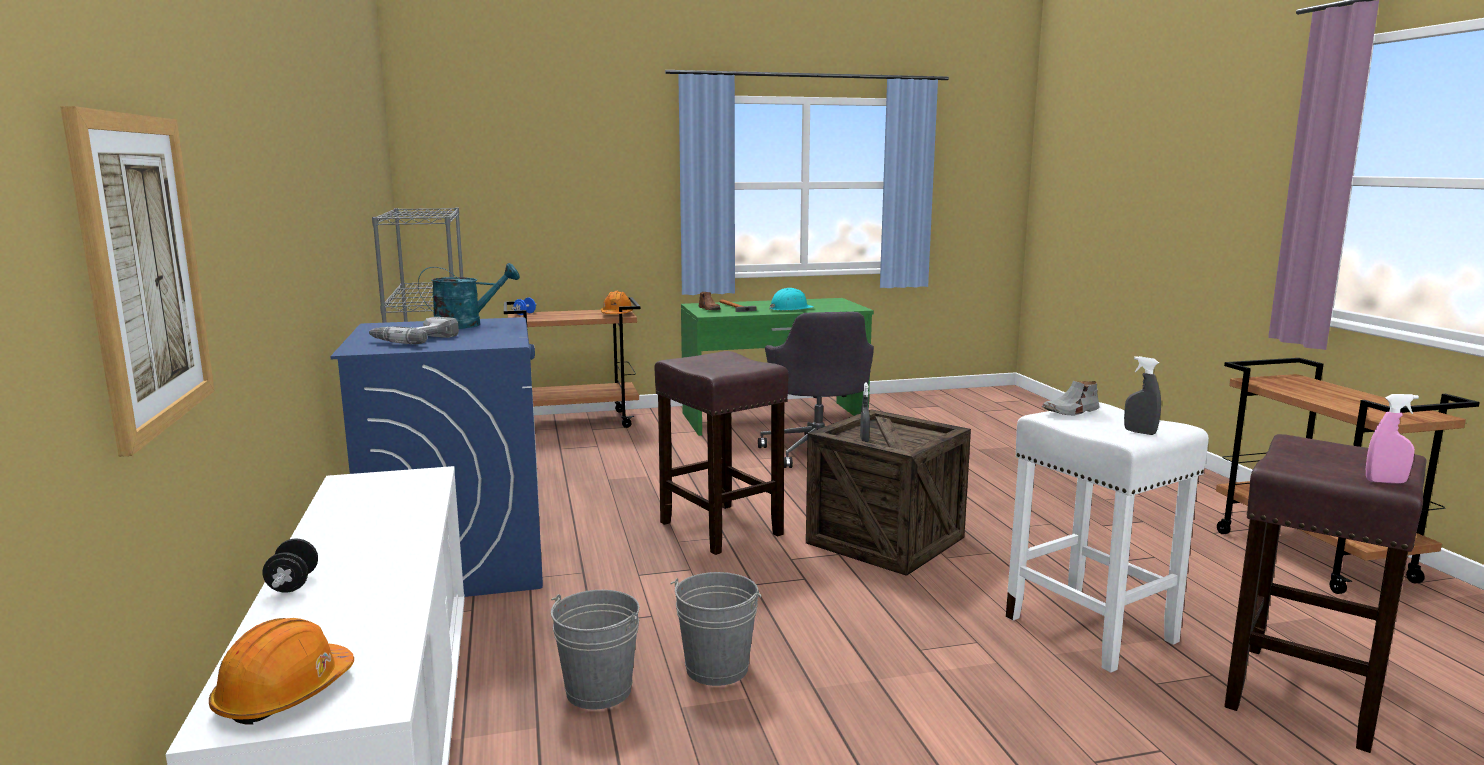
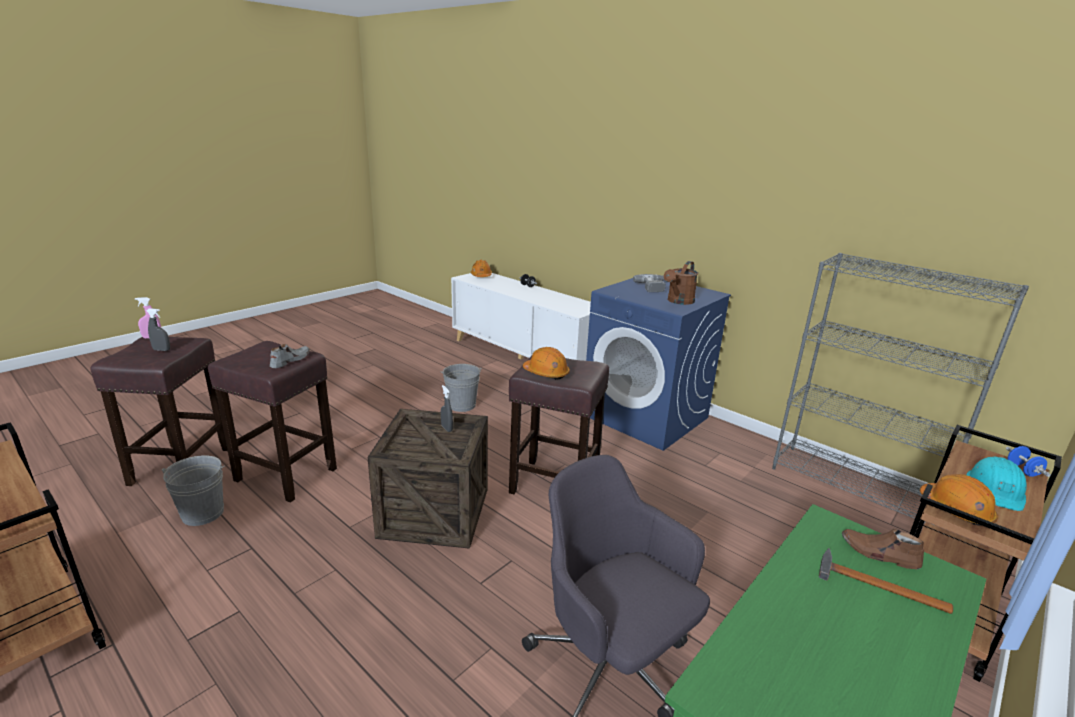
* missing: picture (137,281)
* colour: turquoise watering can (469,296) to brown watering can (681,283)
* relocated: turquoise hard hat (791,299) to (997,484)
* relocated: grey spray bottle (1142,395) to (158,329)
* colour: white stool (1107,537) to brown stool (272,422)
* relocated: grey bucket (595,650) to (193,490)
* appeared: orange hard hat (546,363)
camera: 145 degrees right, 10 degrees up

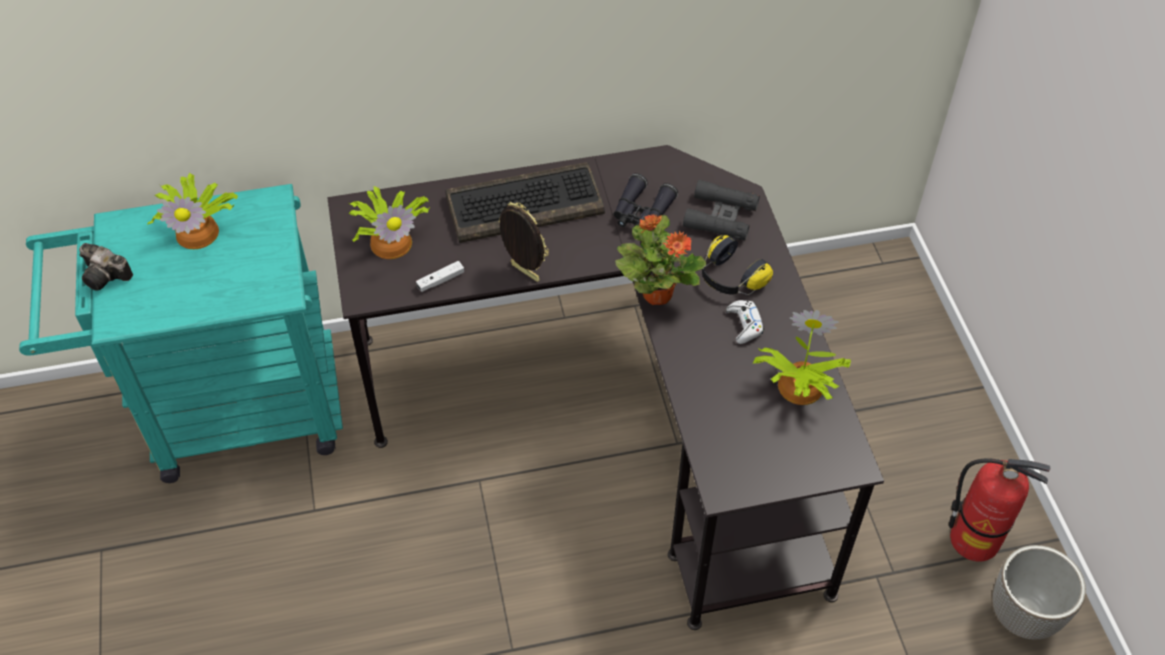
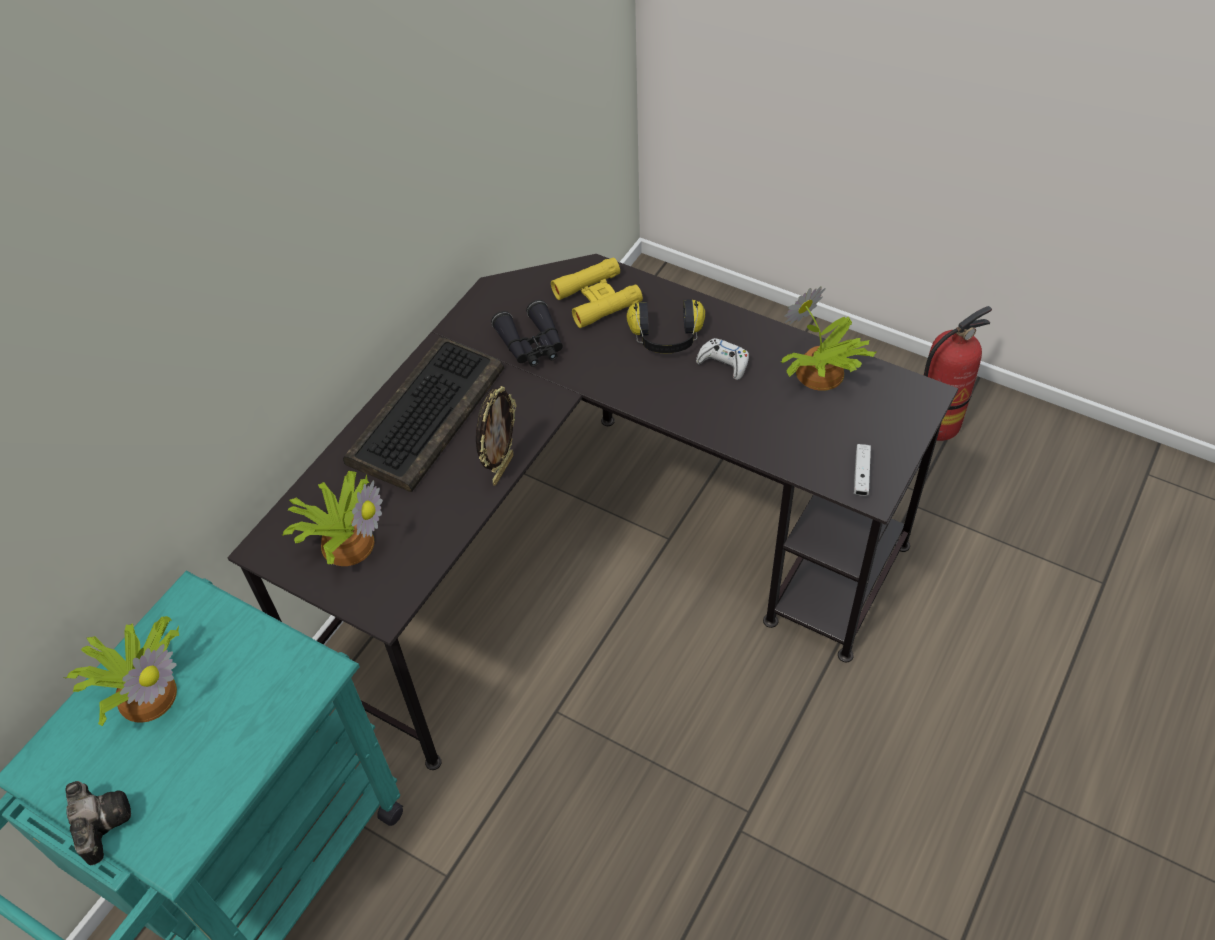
* colour: black binoculars (721,210) to yellow binoculars (597,293)
* spun: picture frame (524,242) = (496,436) 120 degrees clockwise
* missing: potted plant (660,259)
* spun: photo camera (106,266) = (98,823) 90 degrees counterclockwise
* relocated: white game controller (440,276) to (862,470)
* missing: planter (1039,592)
camera: 45 degrees left, 0 degrees up

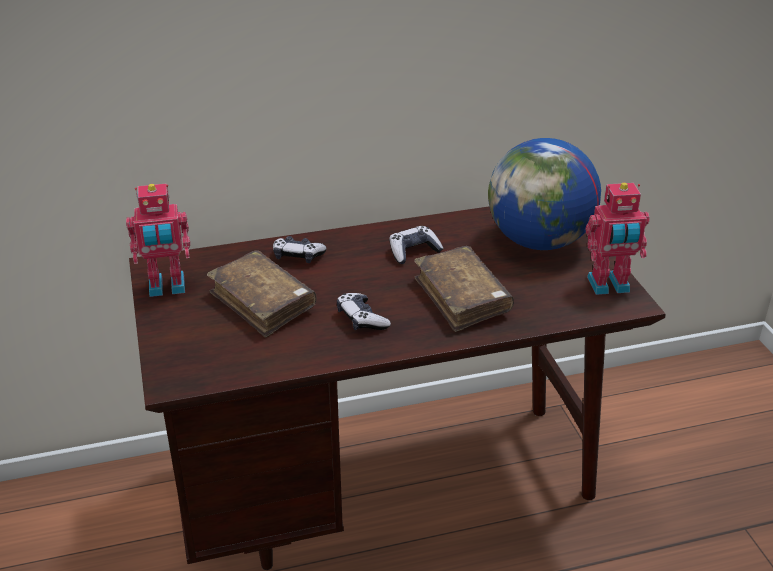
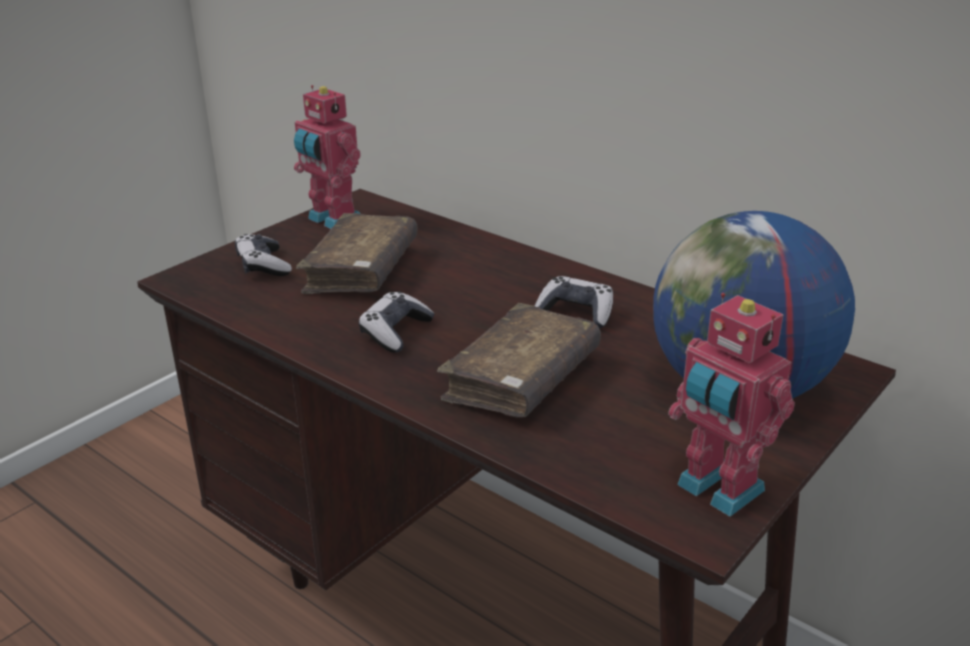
* relocated: game controller (300,249) to (263,255)
camera: 55 degrees right, 5 degrees down

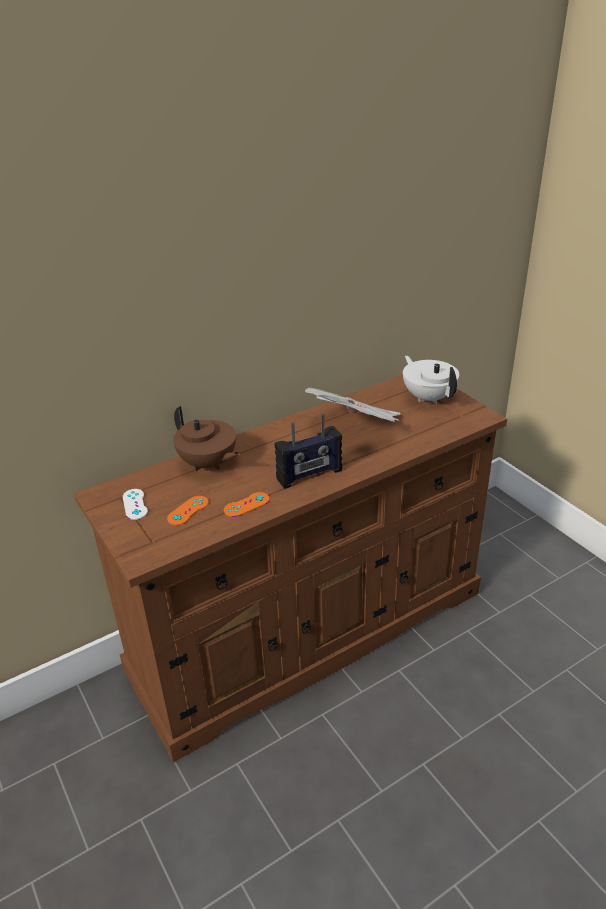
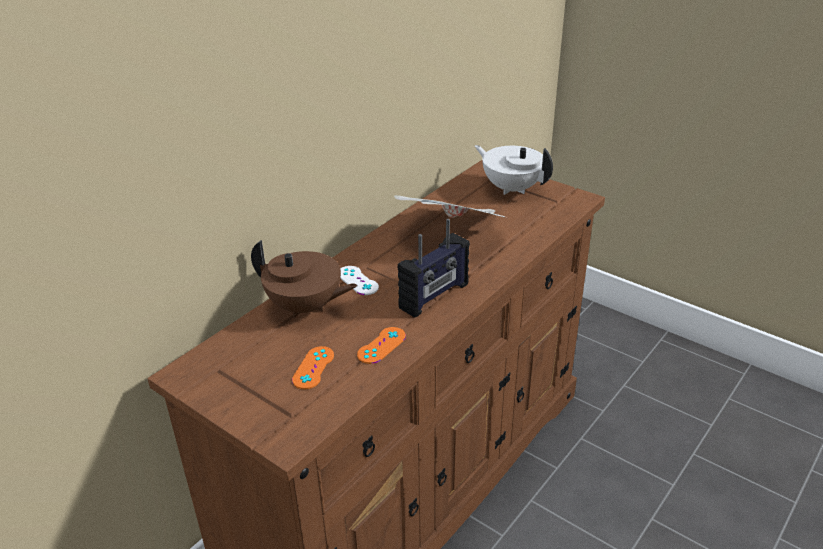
* relocated: white game controller (135,504) to (359,280)
camera: 20 degrees left, 0 degrees up

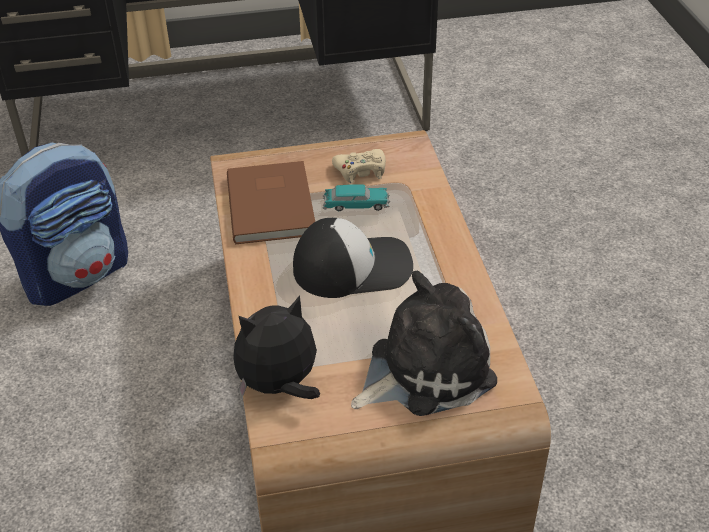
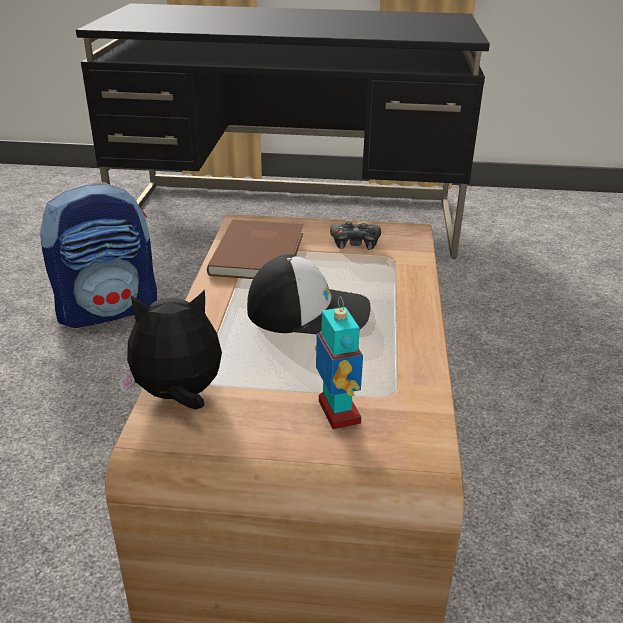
* colour: beige game controller (359,166) to black game controller (355,235)
* missing: toy car (356,197)
* exchanged: plush toy (424,343) to toy robot (339,363)
camera: 15 degrees right, 10 degrees down

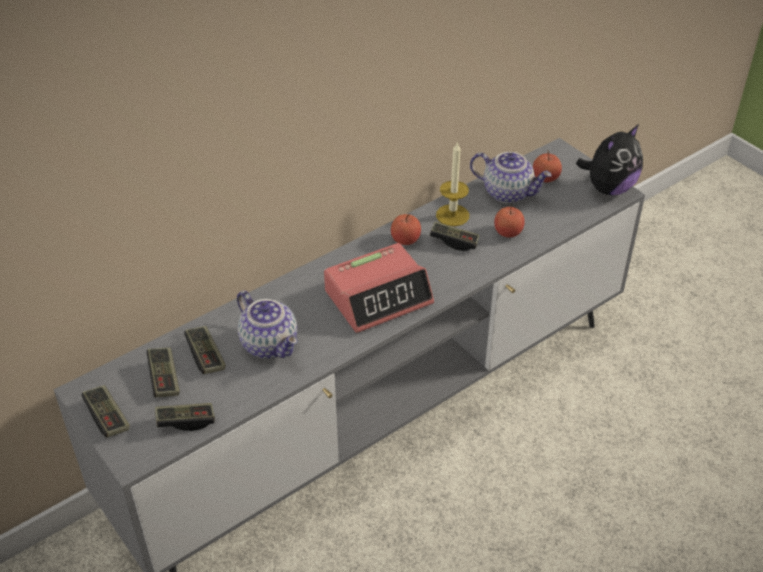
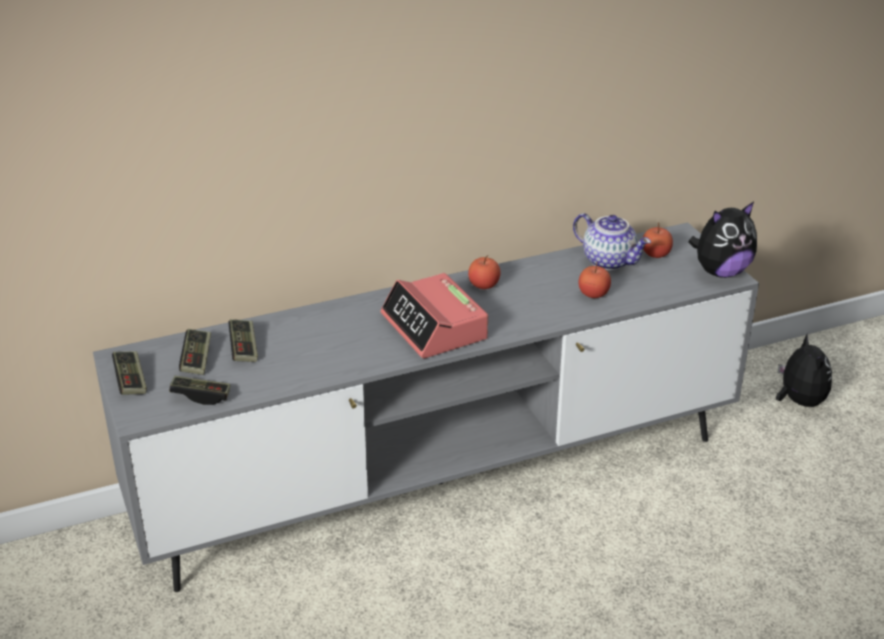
* missing: candle (452,184)
* missing: game controller (455,236)
* spun: alarm clock (379,288) = (434,315) 75 degrees clockwise
* missing: teapot (267,324)
* appeared: plush toy (804,370)
camera: 15 degrees right, 10 degrees down

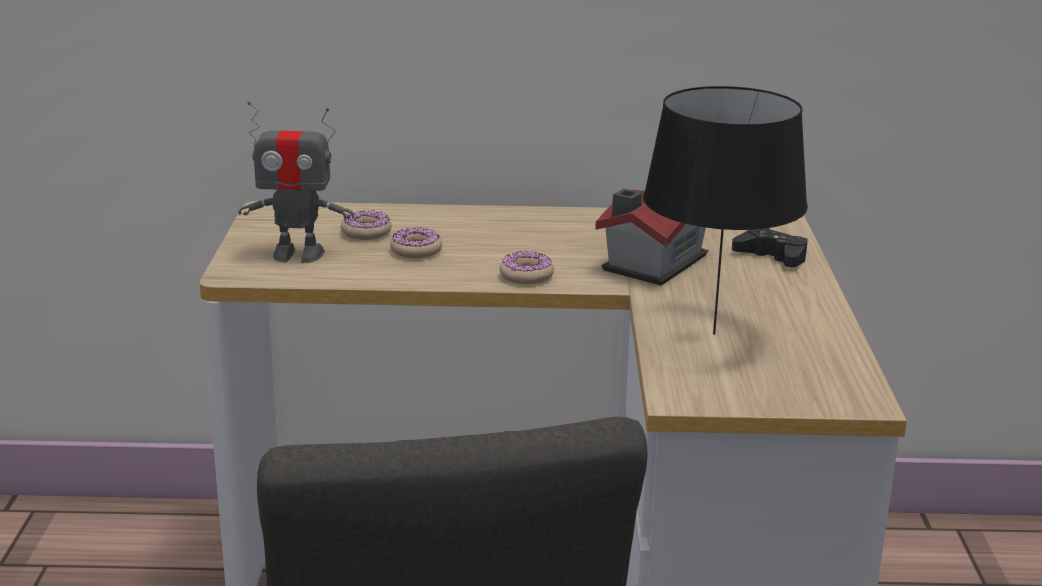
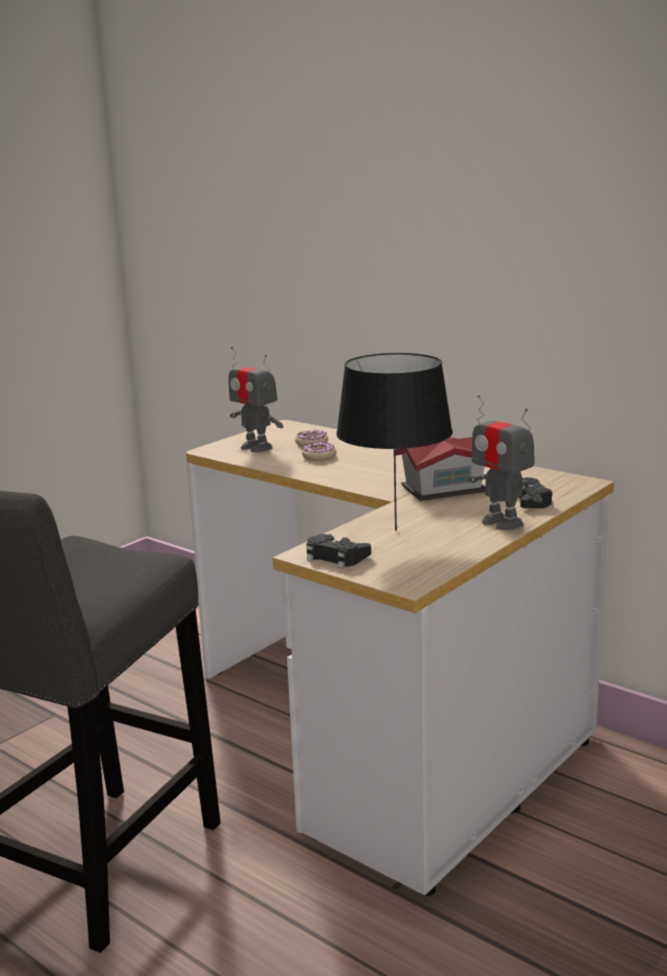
* missing: donut (526,267)
* appeared: toy robot (505,462)
* appeared: black game controller (338,551)
camera: 40 degrees right, 5 degrees down

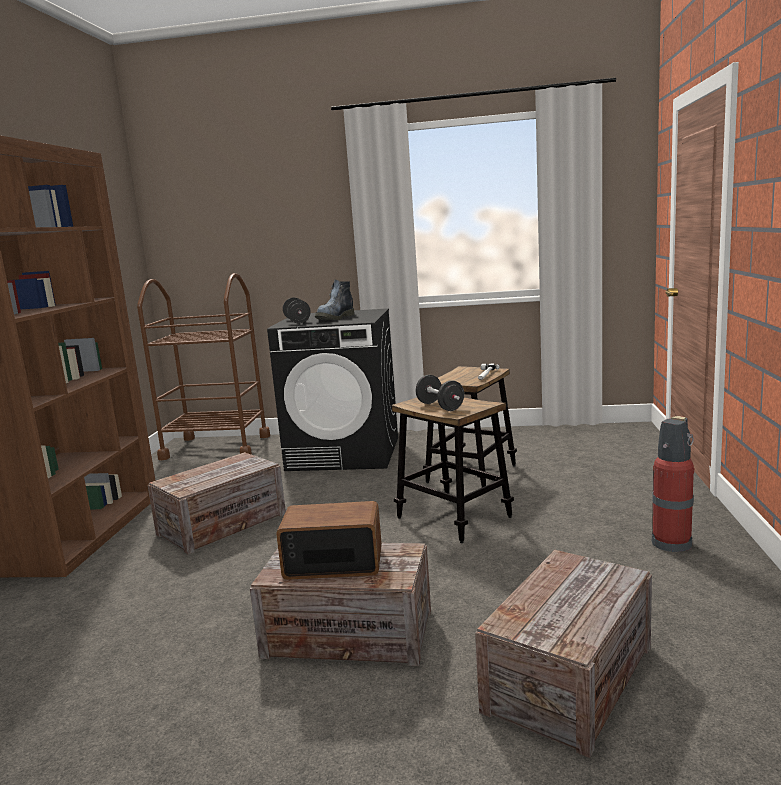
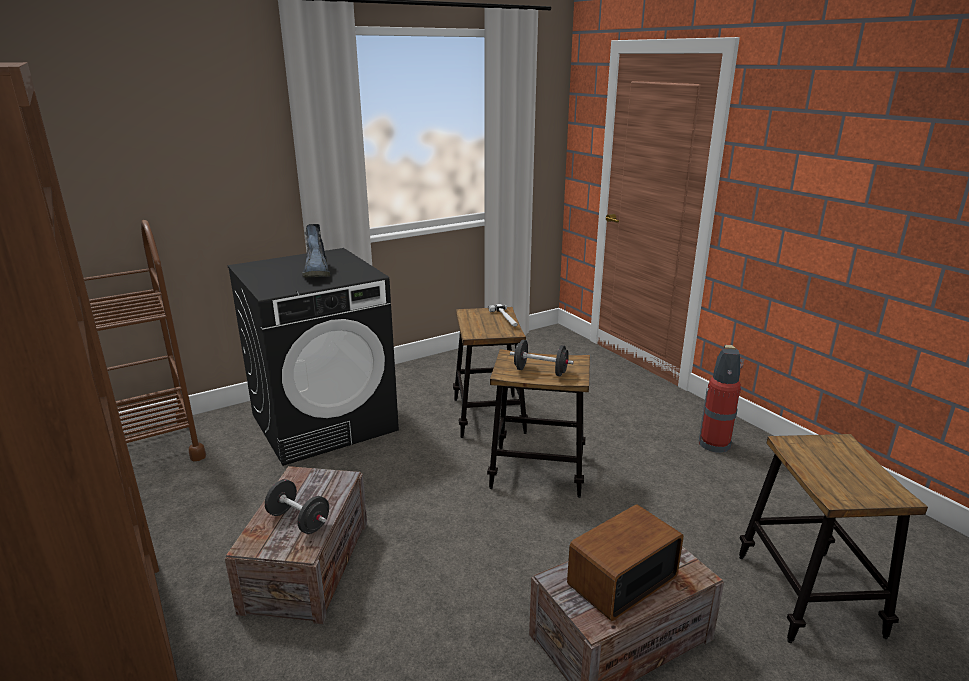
* relocated: black dumbbell (297,310) to (297,506)
* exchanged: crate (563,654) to stool (833,538)
camera: 40 degrees left, 10 degrees up

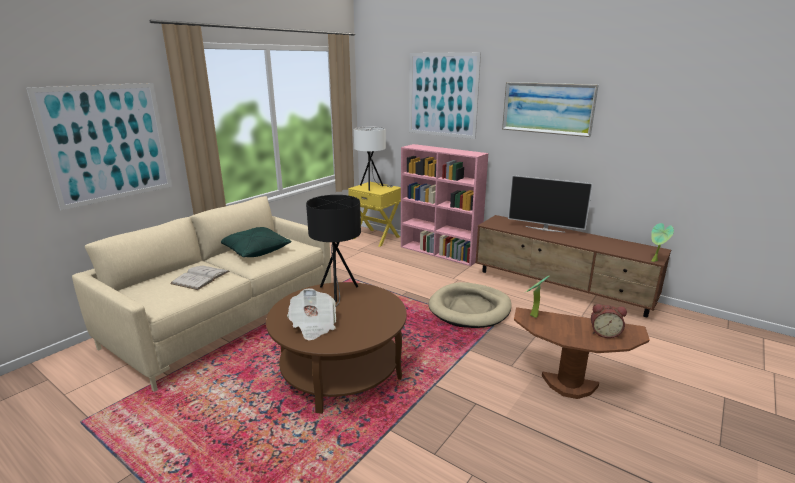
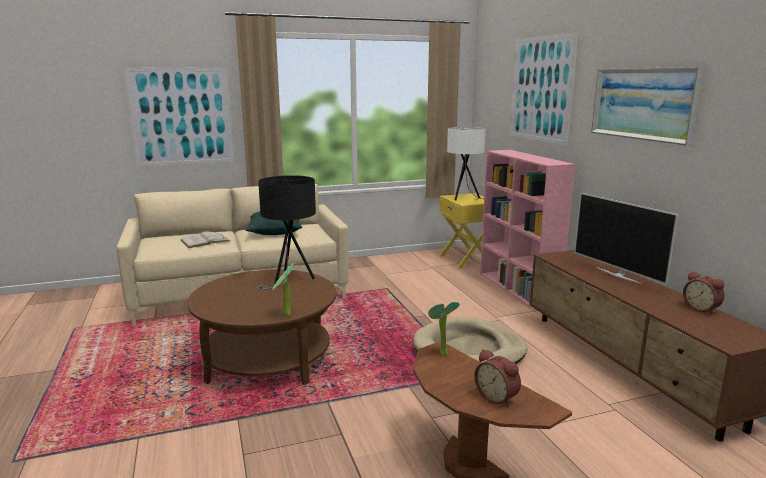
* relocated: potted plant (662,242) to (283,289)
* missing: newspaper (311,314)
* appeared: alarm clock (703,293)
camera: 35 degrees right, 5 degrees down

